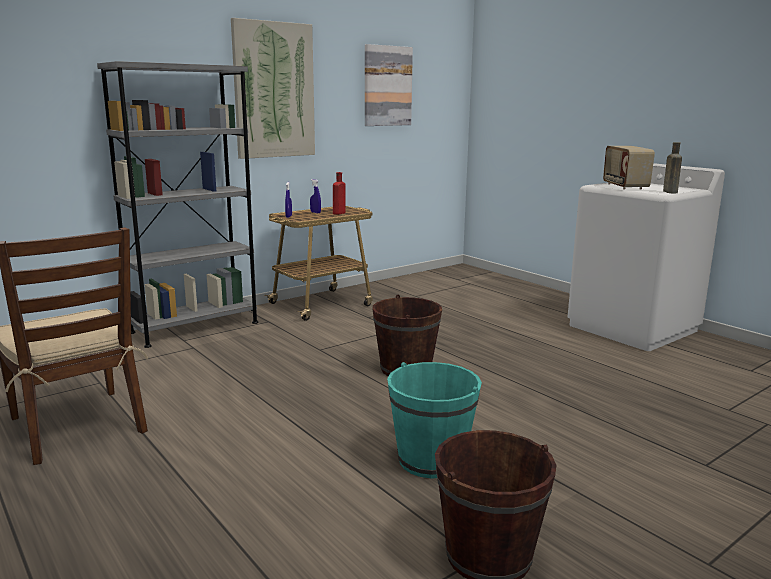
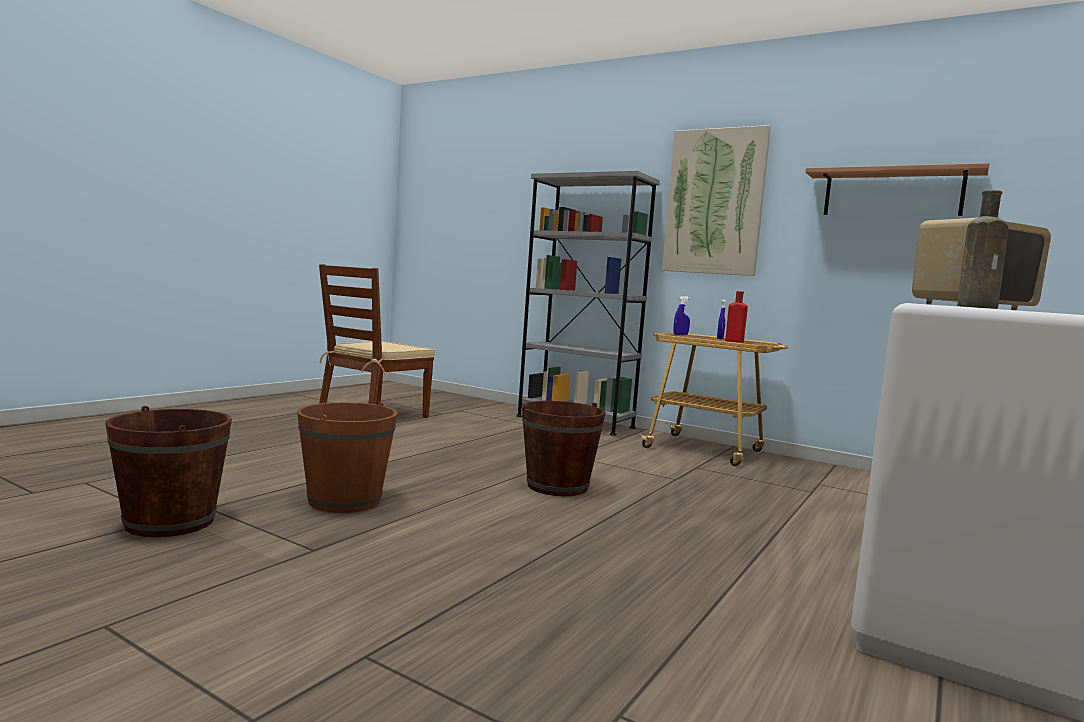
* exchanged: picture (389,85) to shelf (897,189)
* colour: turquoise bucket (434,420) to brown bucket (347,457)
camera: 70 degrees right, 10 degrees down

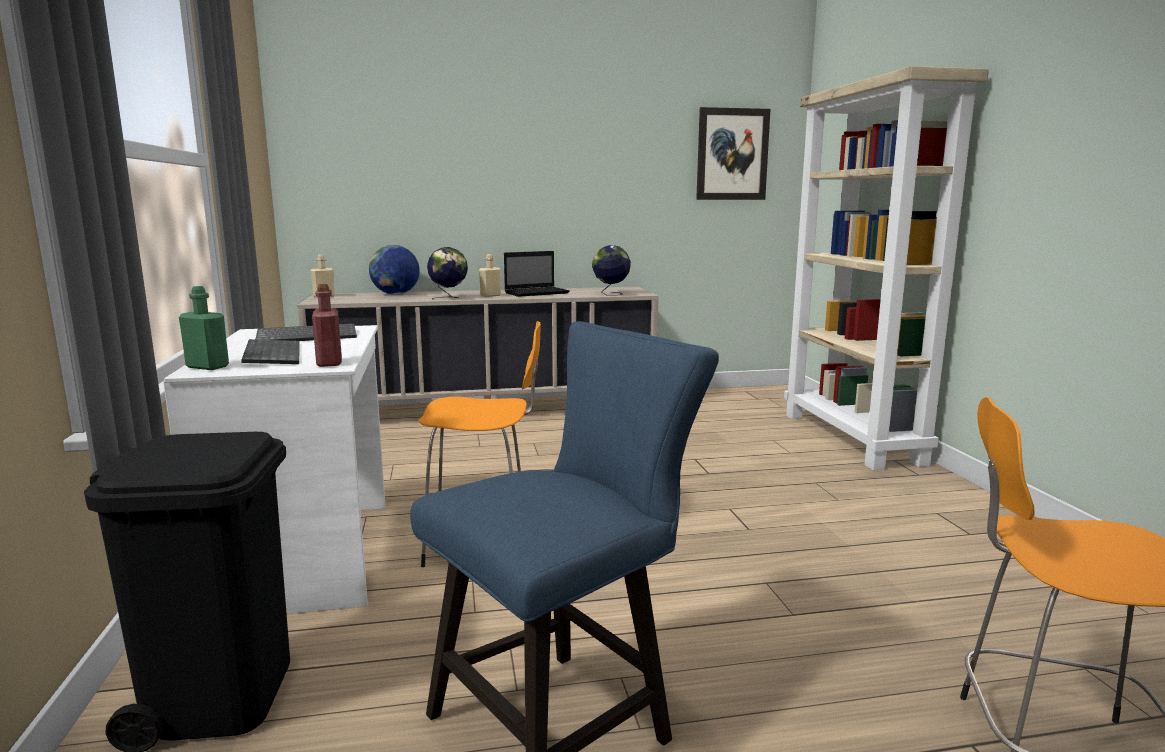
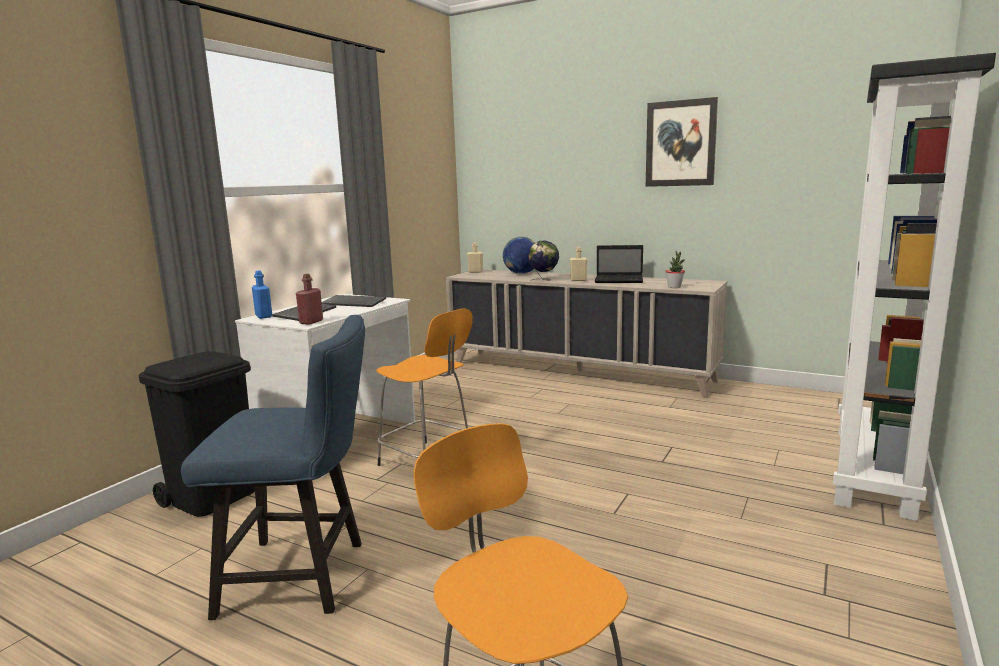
* colour: beige bookcase (886,268) to black bookcase (914,287)
* relocated: picture (733,153) to (682,142)
* exchanged: globe (611,270) to potted plant (675,269)
* colour: green bottle (204,328) to blue bottle (262,294)
camera: 40 degrees right, 0 degrees up

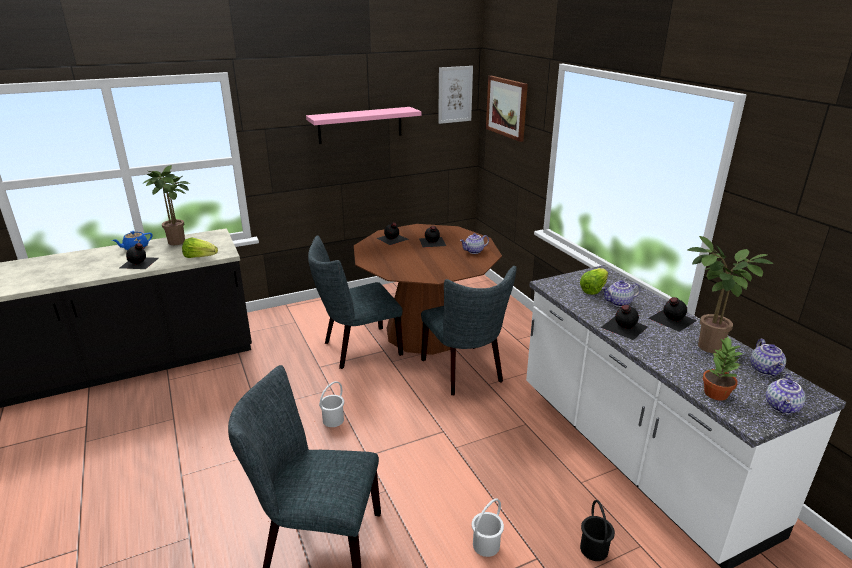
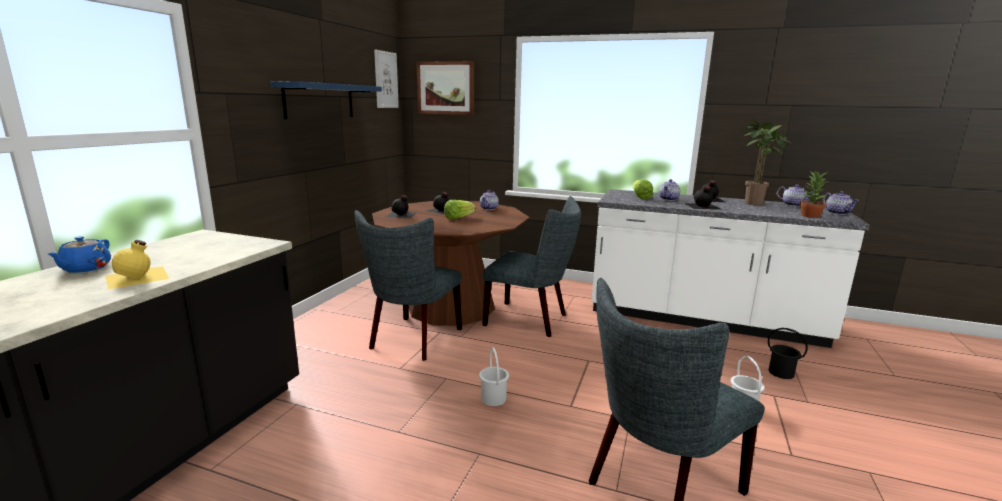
* colour: pink shelf (363,125) to blue shelf (326,100)
* missing: potted plant (167,205)
* relocated: lettuce (200,247) to (460,210)
* colour: black bottle (139,256) to yellow bottle (137,264)
camera: 45 degrees left, 10 degrees down

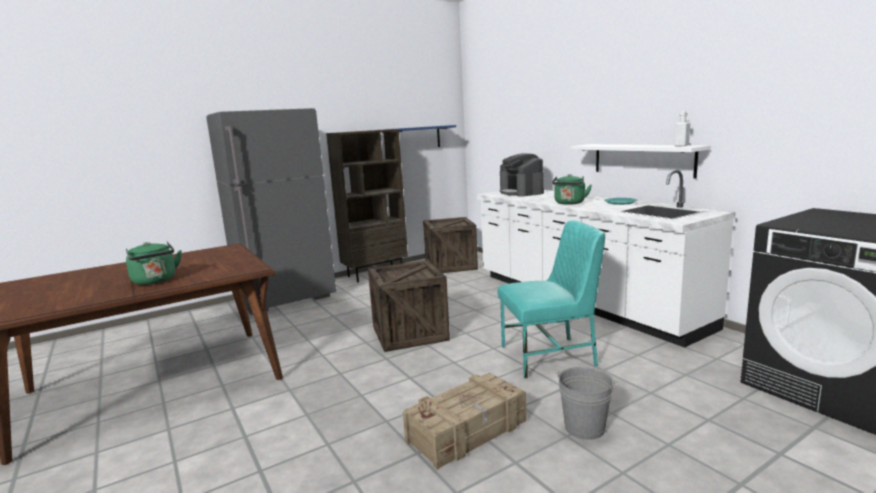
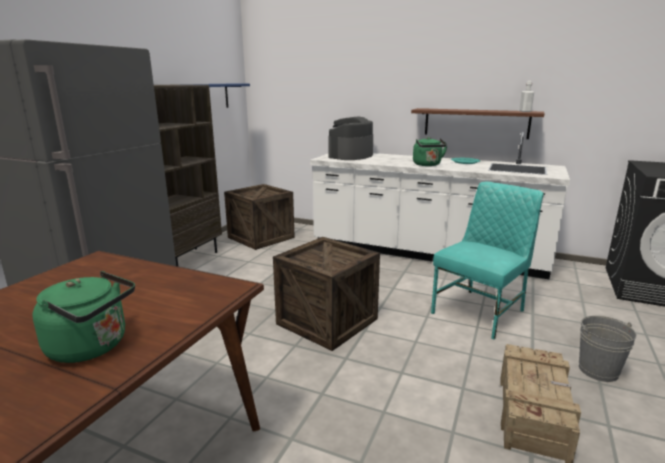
* colour: white shelf (641,161) to brown shelf (478,123)
* spun: coffee machine (522,175) = (350,138) 90 degrees clockwise
camera: 35 degrees left, 5 degrees up

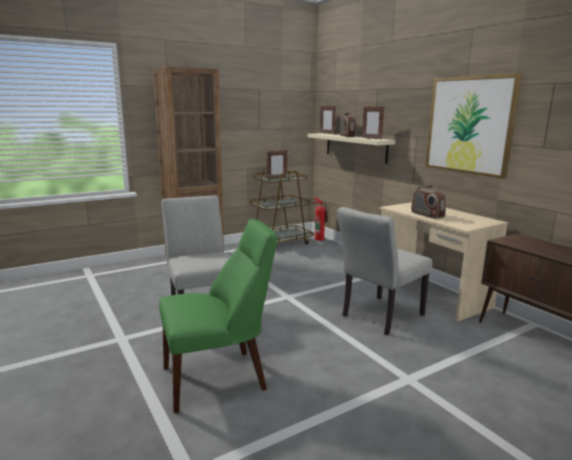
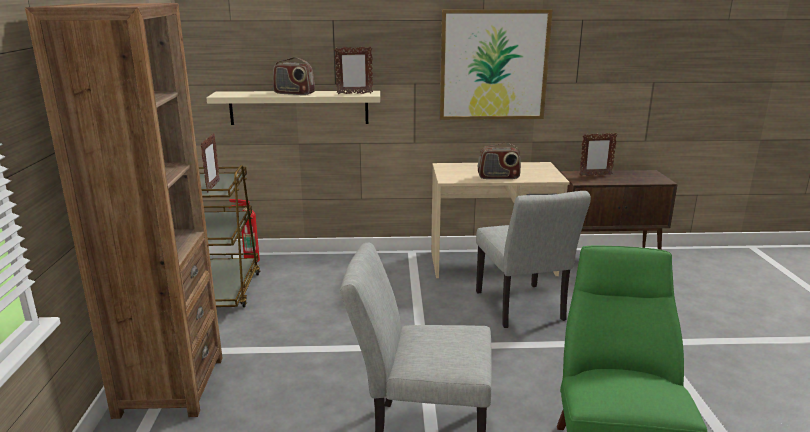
* relocated: picture frame (328,120) to (598,154)
camera: 60 degrees left, 5 degrees up

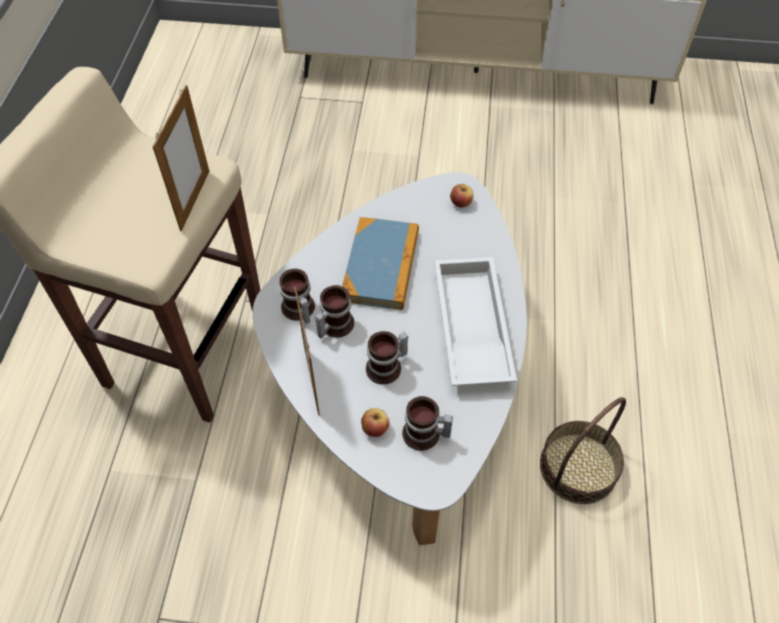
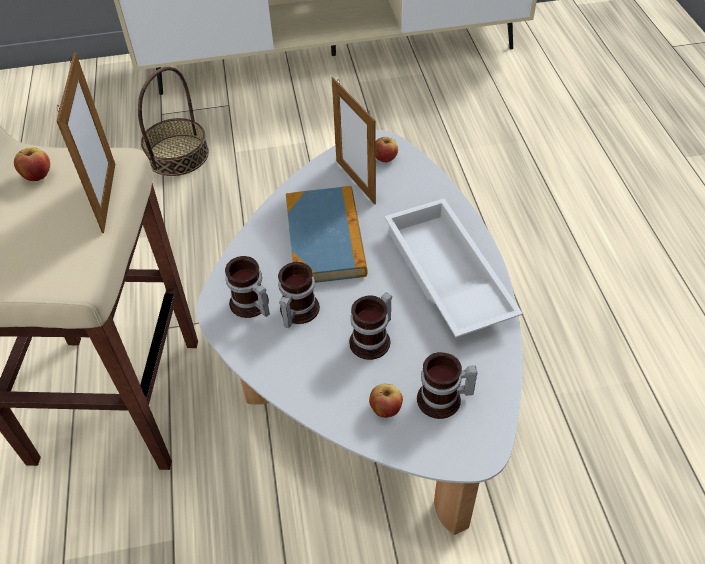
* relocated: picture frame (307,351) to (354,140)
* relocated: basket (583,450) to (173,121)
* appeared: apple (32,164)
camera: 15 degrees left, 5 degrees down

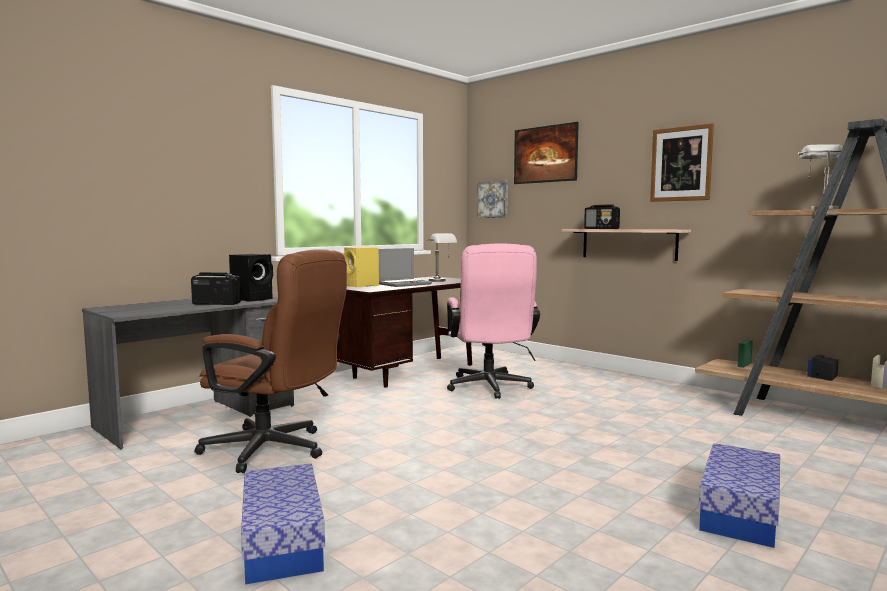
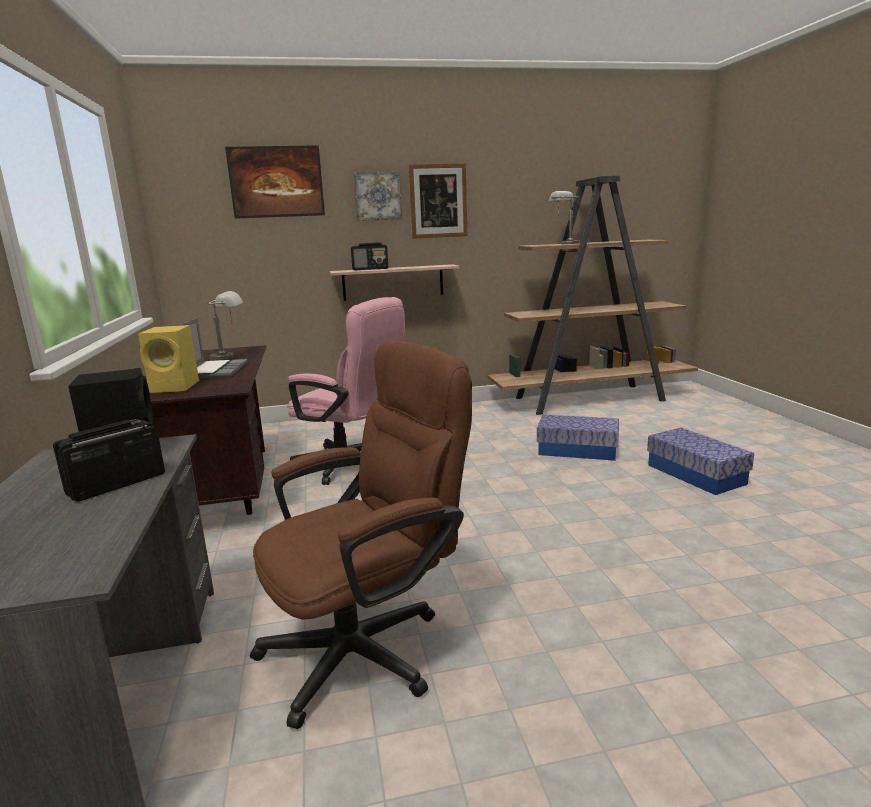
* relocated: picture (492,199) to (378,196)
* relocated: storage box (283,524) to (578,438)
camera: 55 degrees left, 10 degrees up

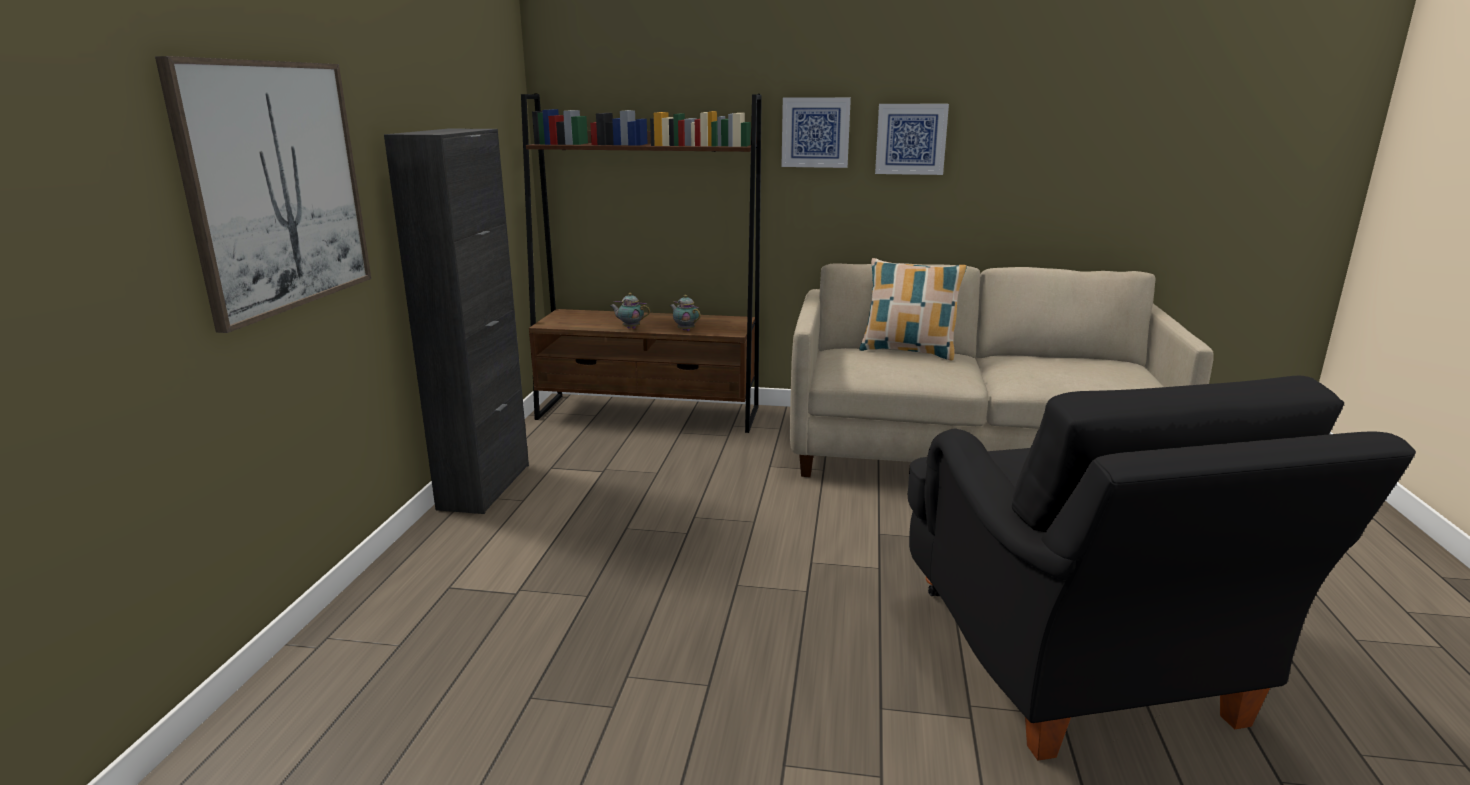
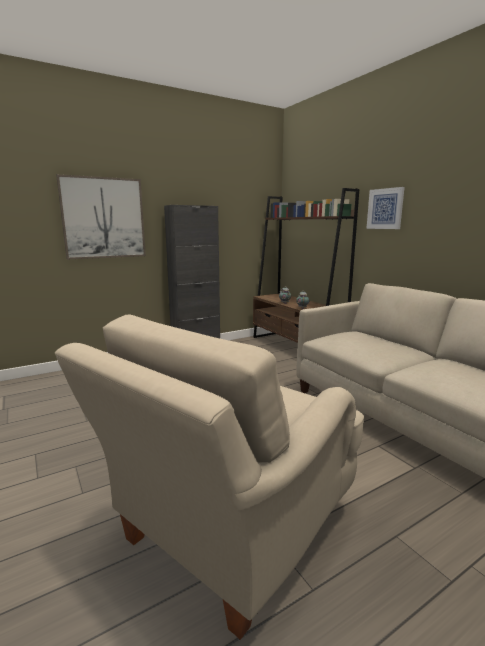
* missing: picture (912,139)
* missing: pillow (913,309)
* colour: black armchair (1162,568) to beige armchair (209,477)
camera: 50 degrees right, 5 degrees down

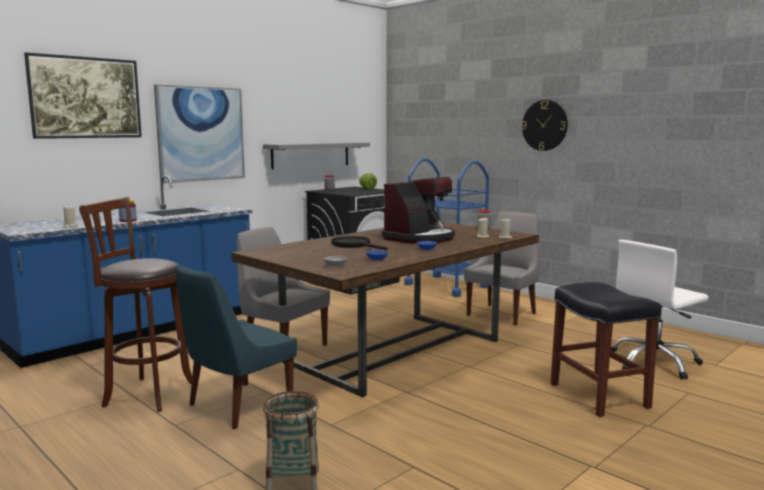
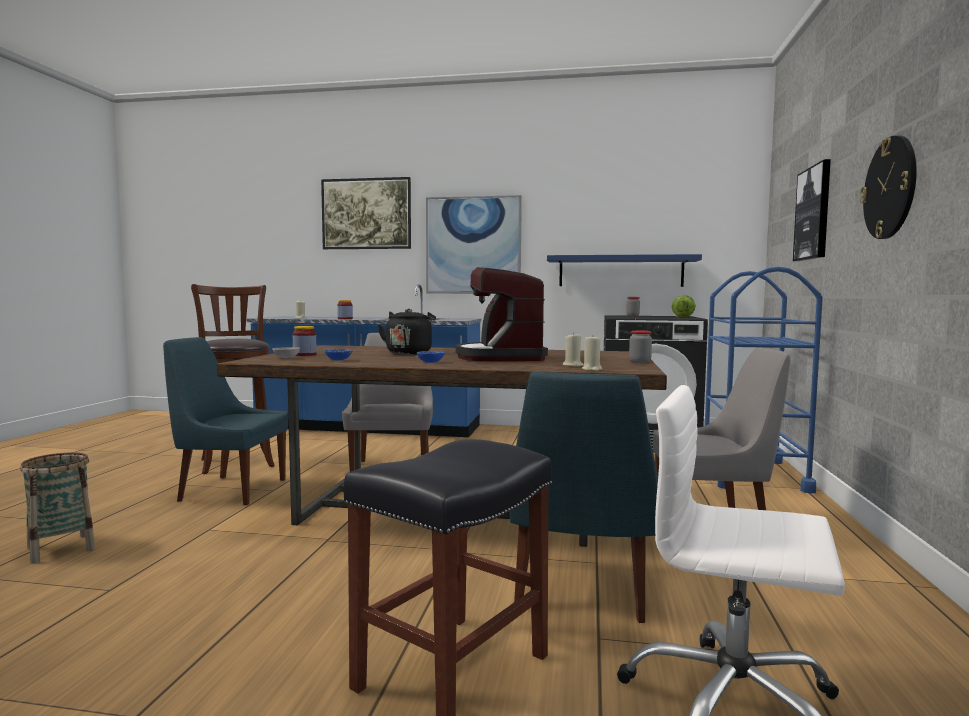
* colour: grey shelf (316,155) to blue shelf (624,270)
* spun: coffee machine (418,210) = (502,314) 75 degrees clockwise
* exchanged: black frying pan (359,243) to black kettle (406,331)
* appeared: picture (812,210)
* appeared: jar (305,341)
* appeared: blue chair (584,497)
camera: 55 degrees right, 5 degrees down

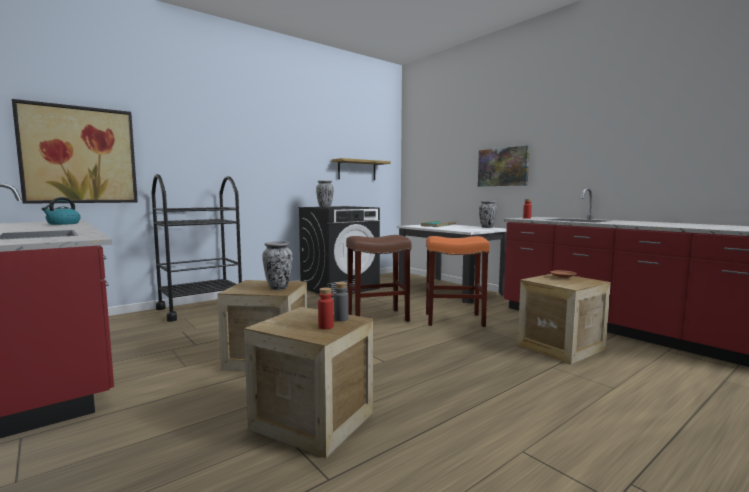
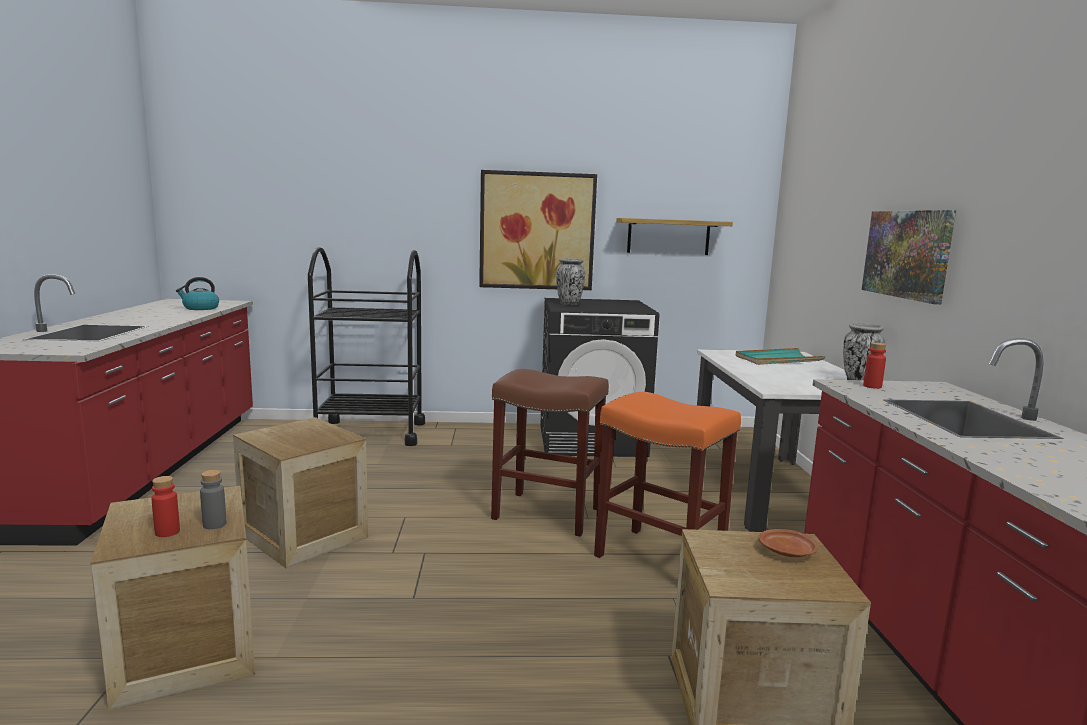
* relocated: picture (75,151) to (538,230)
* missing: vase (277,265)
camera: 35 degrees right, 5 degrees up

